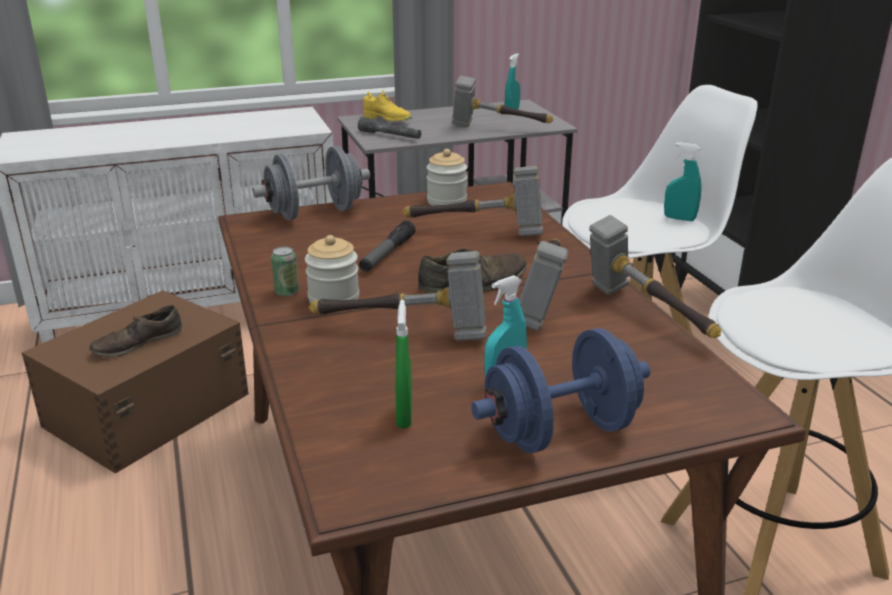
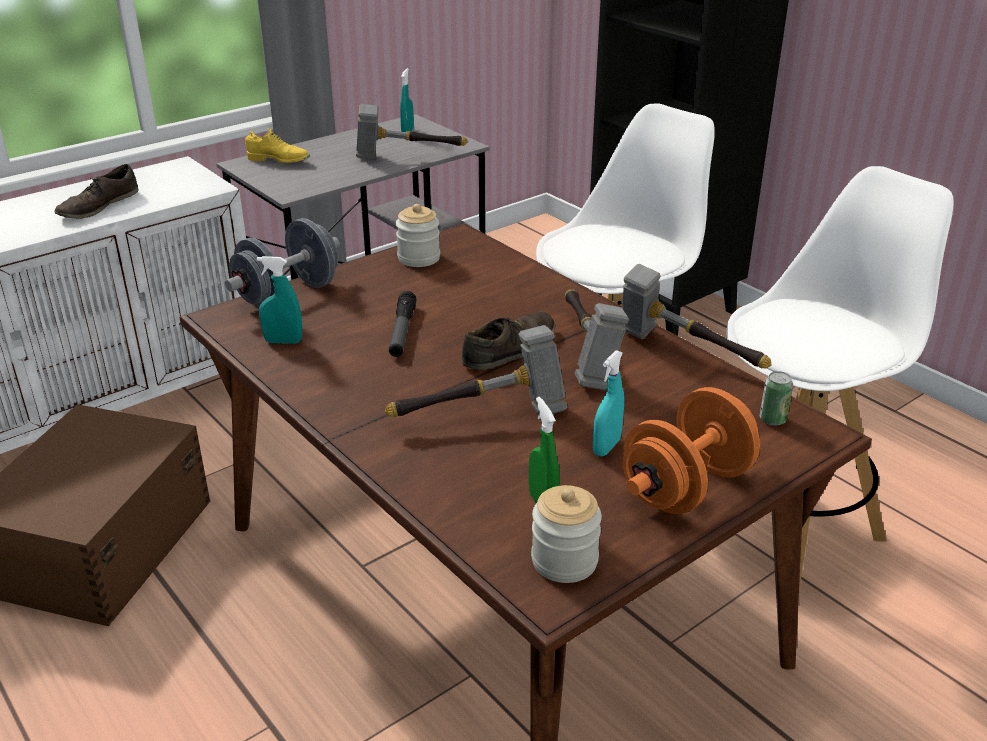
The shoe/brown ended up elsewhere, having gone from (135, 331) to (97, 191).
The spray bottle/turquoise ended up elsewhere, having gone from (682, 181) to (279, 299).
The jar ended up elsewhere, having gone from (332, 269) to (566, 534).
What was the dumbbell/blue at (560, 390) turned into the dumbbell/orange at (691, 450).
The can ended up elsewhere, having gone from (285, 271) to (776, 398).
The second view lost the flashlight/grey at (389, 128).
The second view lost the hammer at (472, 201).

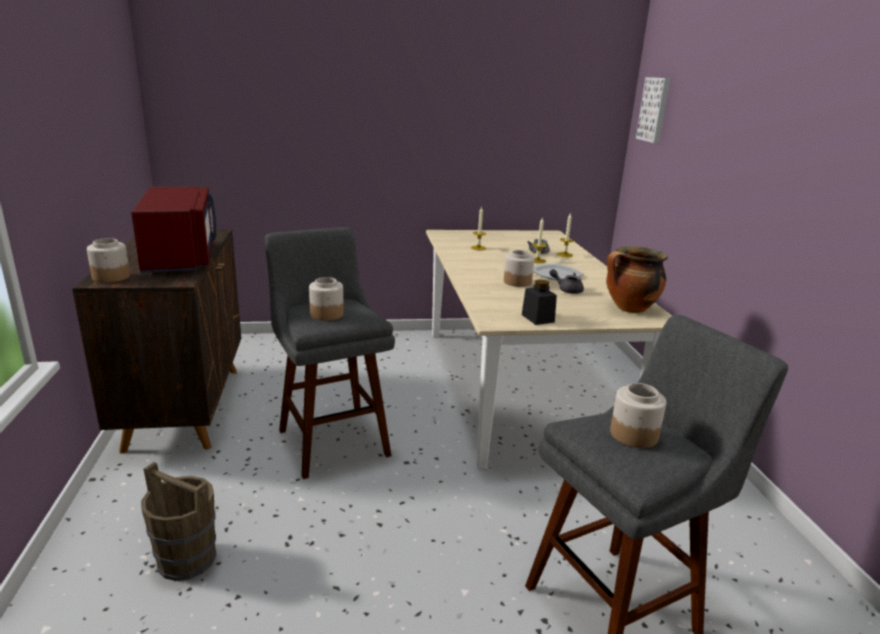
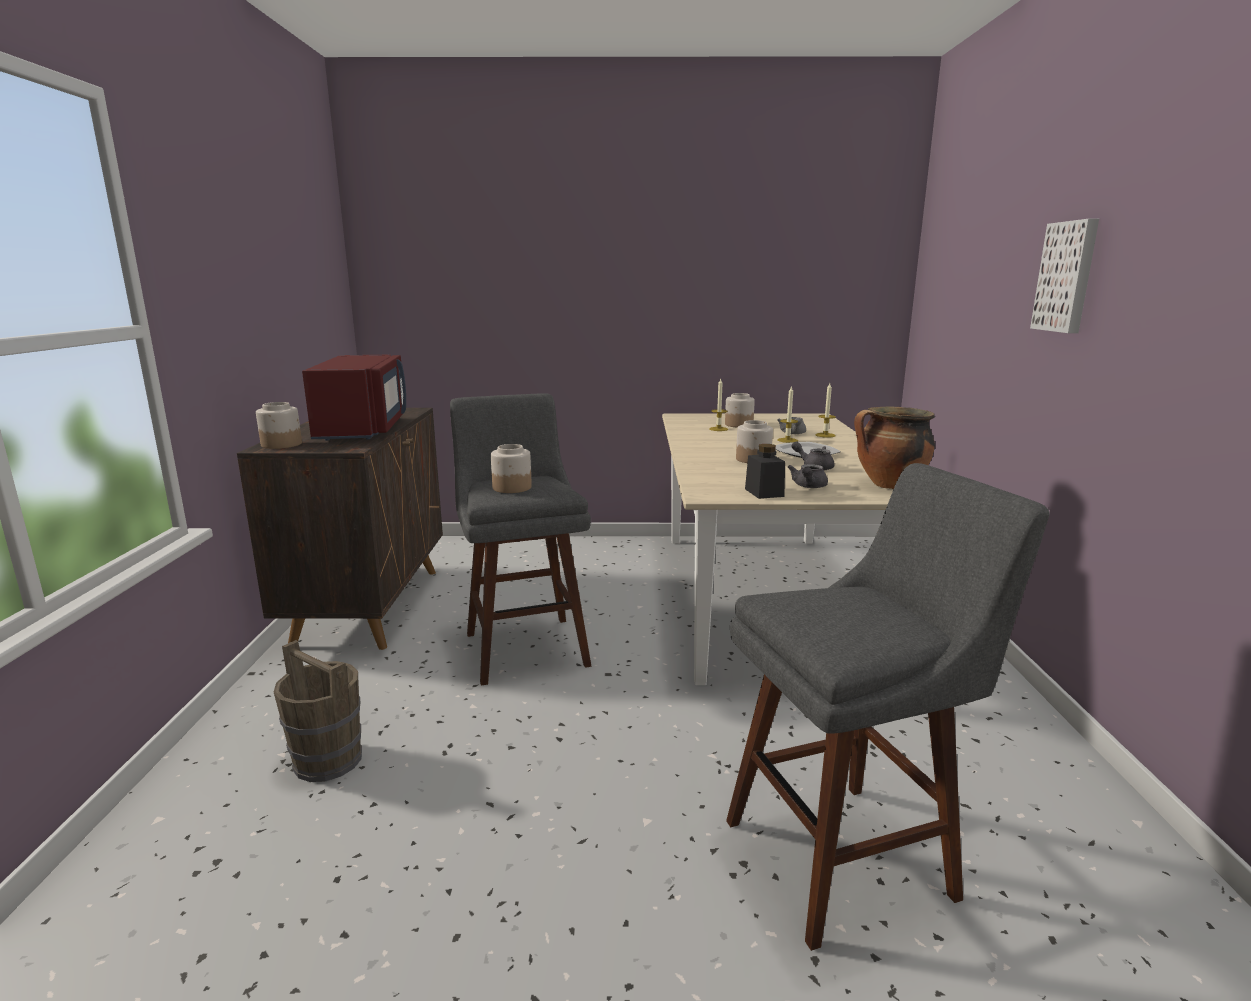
The jar ended up elsewhere, having gone from (638, 415) to (740, 410).
The second view gained the teapot/grey at (808, 476).
The picture ended up elsewhere, having gone from (653, 110) to (1064, 276).

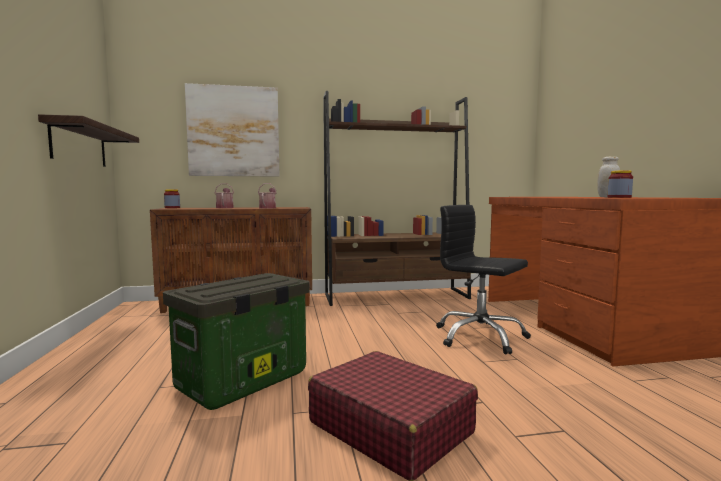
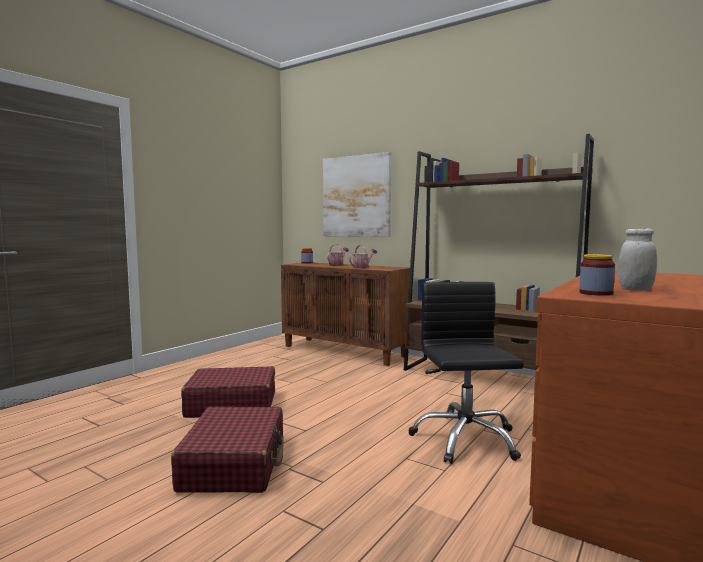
Where the storage box stood at (236, 341), the suitcase/red came to stand at (228, 392).
The second view lost the shelf at (88, 140).

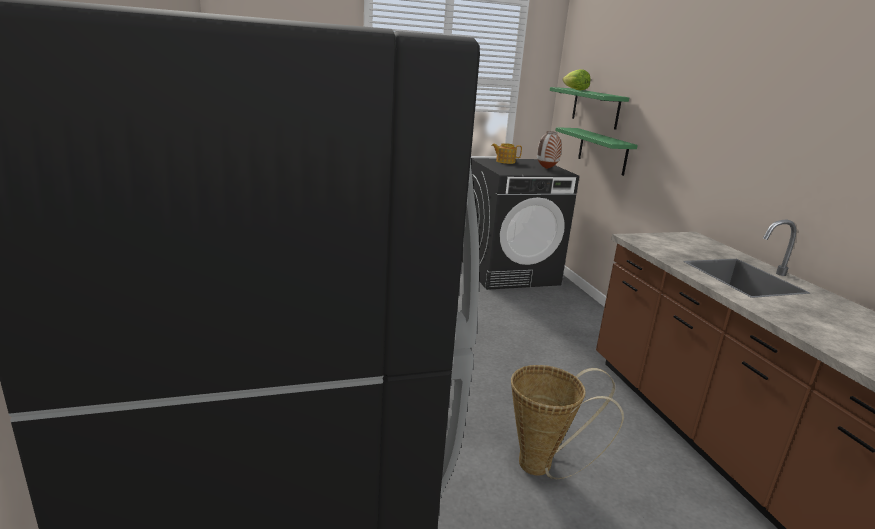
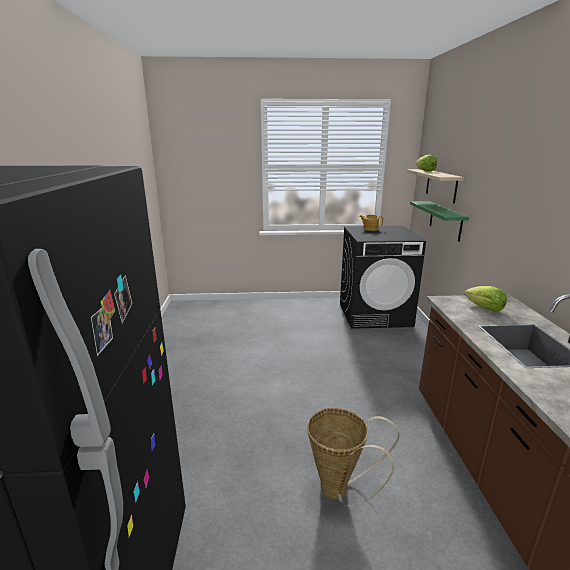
What was the shelf/green at (589, 108) turned into the shelf/beige at (435, 186).
The second view gained the lettuce at (486, 299).
The second view lost the vase at (549, 150).

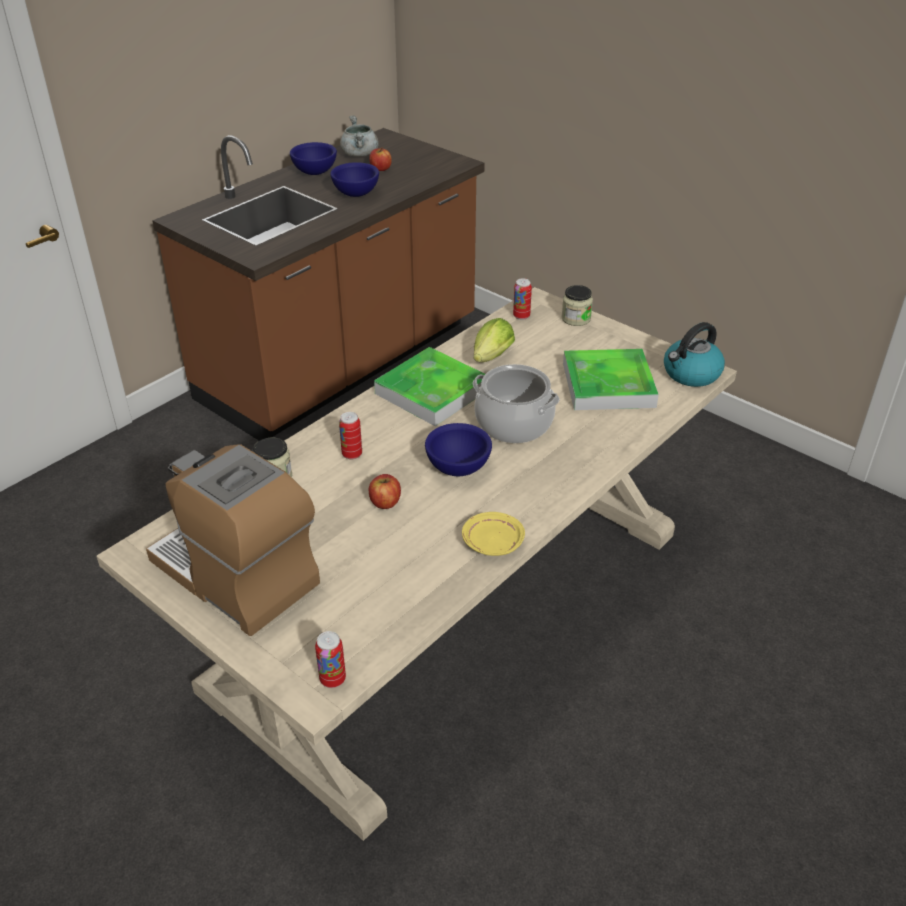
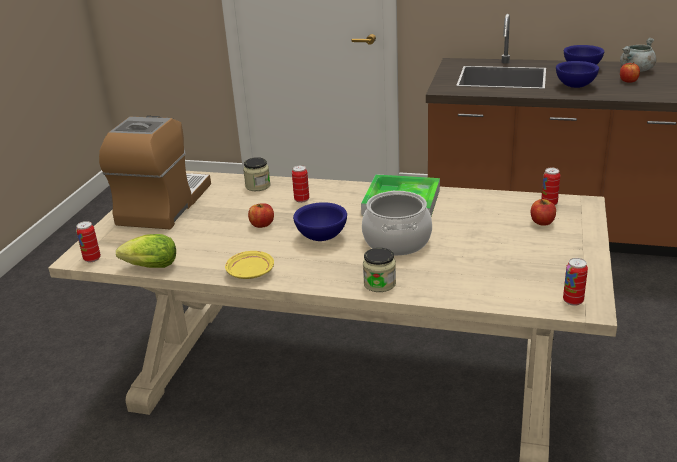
The lettuce ended up elsewhere, having gone from (494, 340) to (146, 251).
The jar ended up elsewhere, having gone from (577, 305) to (379, 270).
The second view gained the apple at (543, 212).
Where the kettle stood at (694, 354), the can came to stand at (575, 282).
The second view lost the tray at (611, 379).

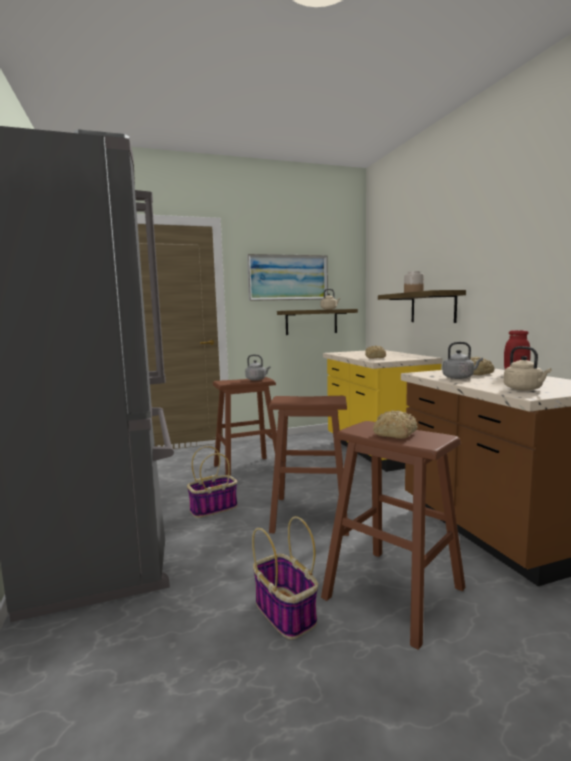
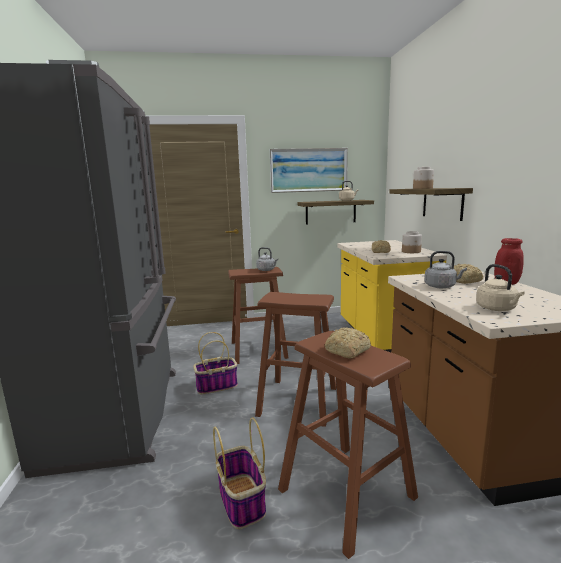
The second view gained the jar at (412, 242).

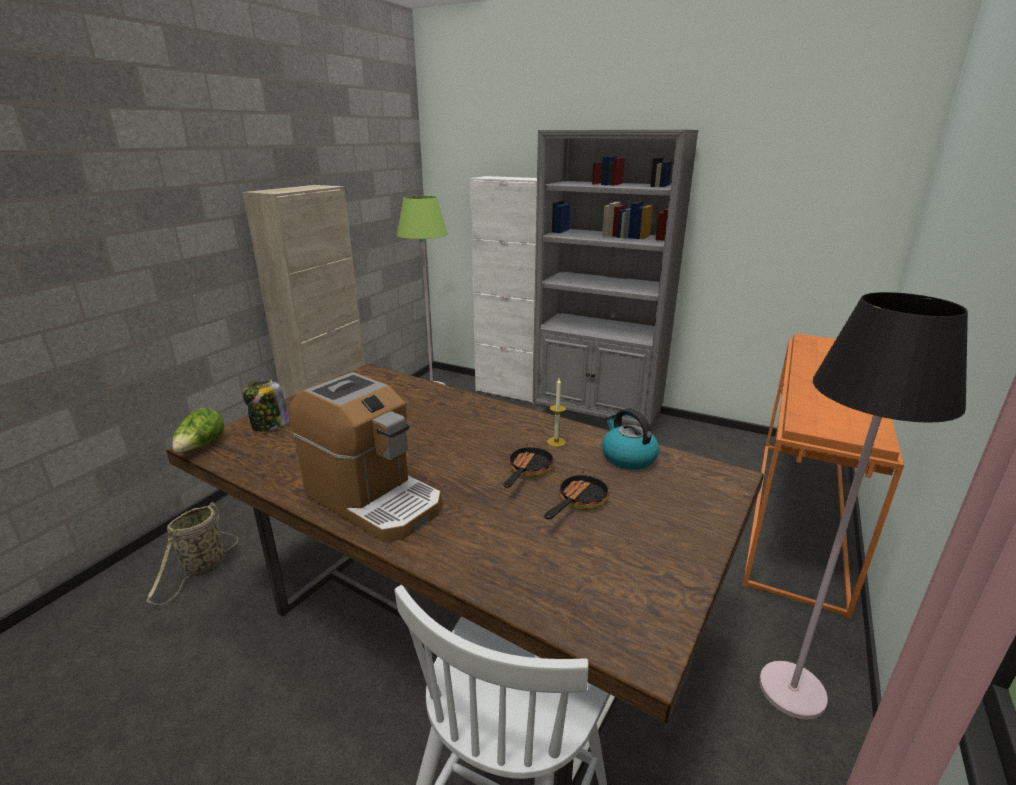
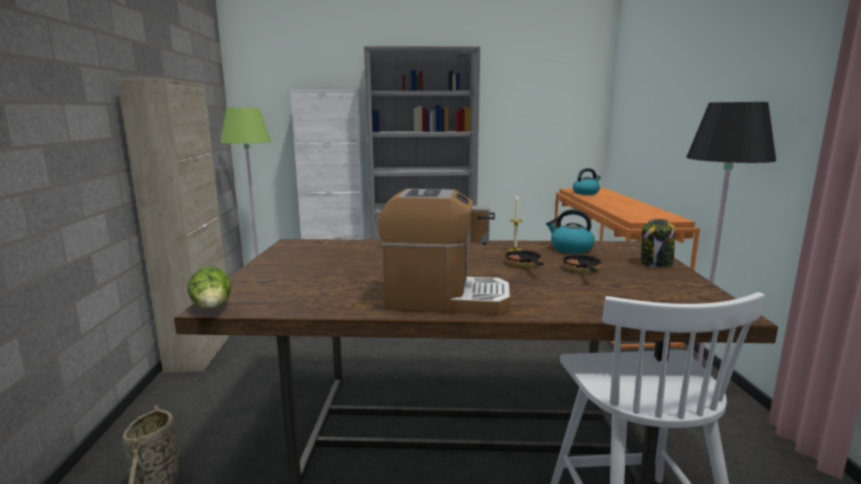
The second view gained the kettle at (587, 181).
The jar ended up elsewhere, having gone from (266, 405) to (658, 243).

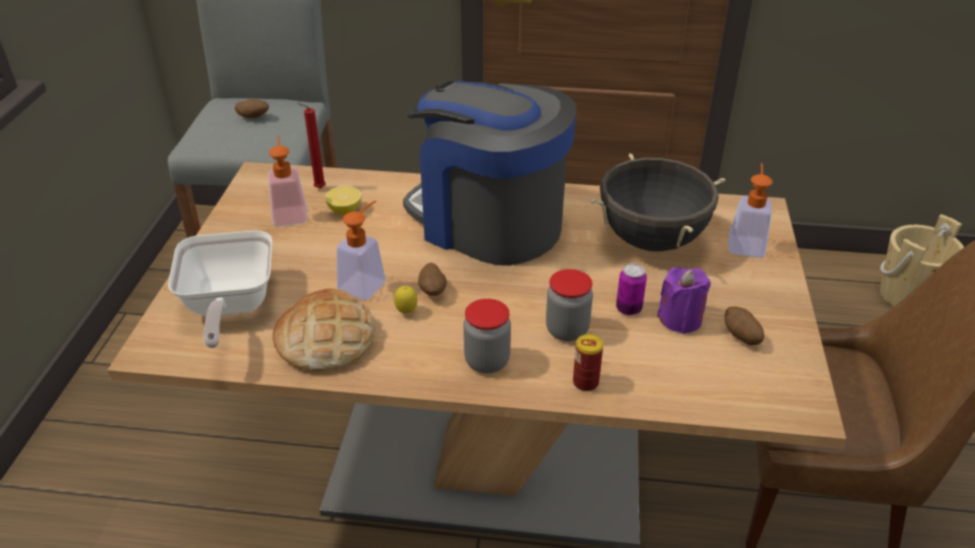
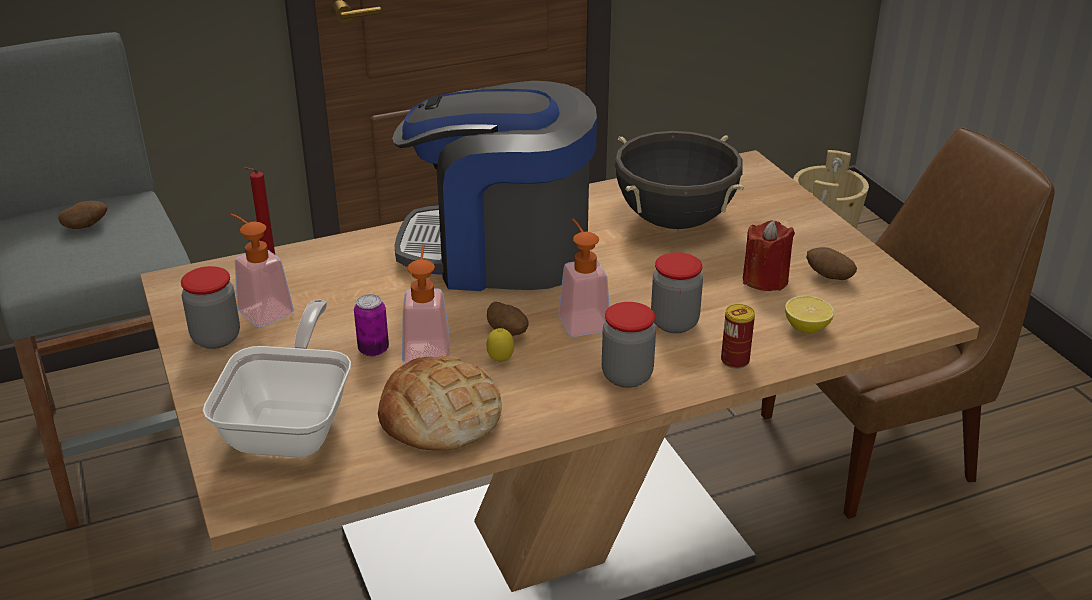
The second view gained the jar at (210, 307).
The frying pan at (220, 289) ended up facing another way, 135 degrees counterclockwise from before.
The can ended up elsewhere, having gone from (631, 289) to (371, 325).
The soap dispenser ended up elsewhere, having gone from (750, 210) to (583, 278).
What was the candle/purple at (684, 300) turned into the candle/red at (769, 255).
The lemon ended up elsewhere, having gone from (343, 200) to (809, 314).

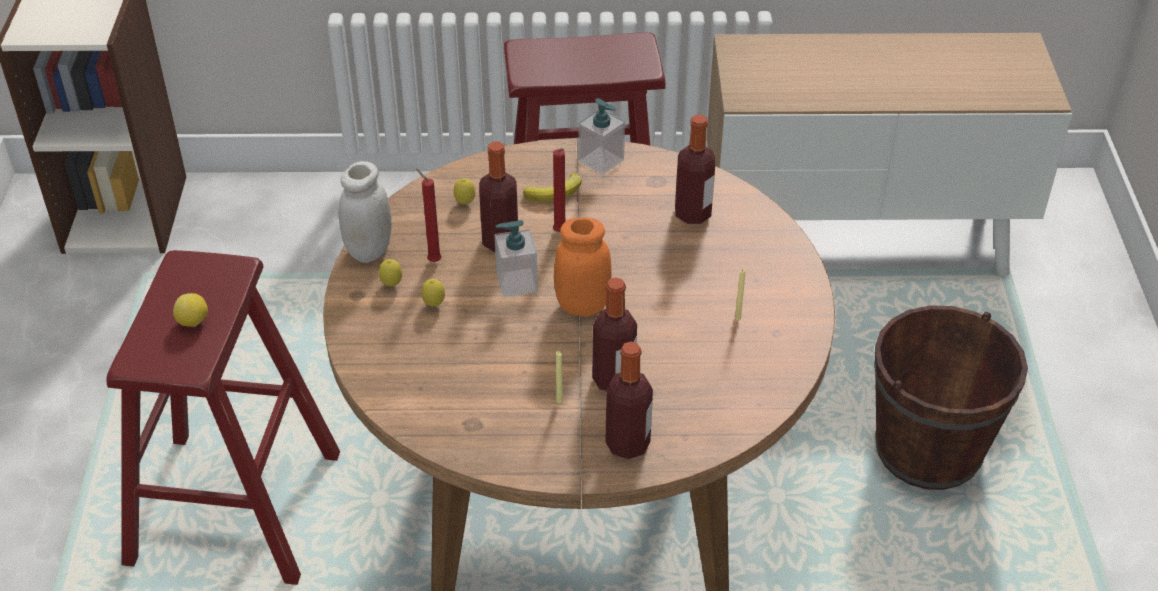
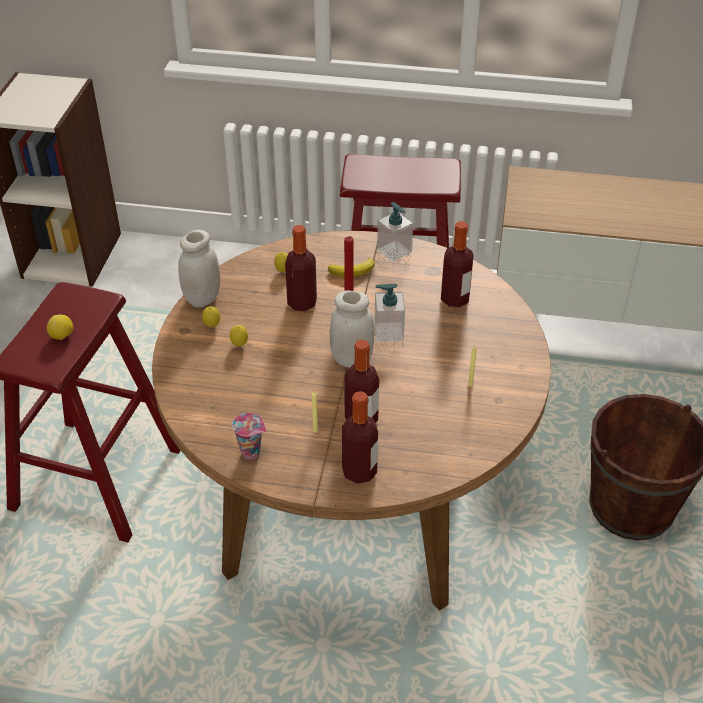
The second view gained the cup at (249, 436).
What was the jar/orange at (583, 267) turned into the jar/white at (352, 329).
The soap dispenser ended up elsewhere, having gone from (516, 258) to (389, 312).
The second view lost the candle/red at (429, 215).

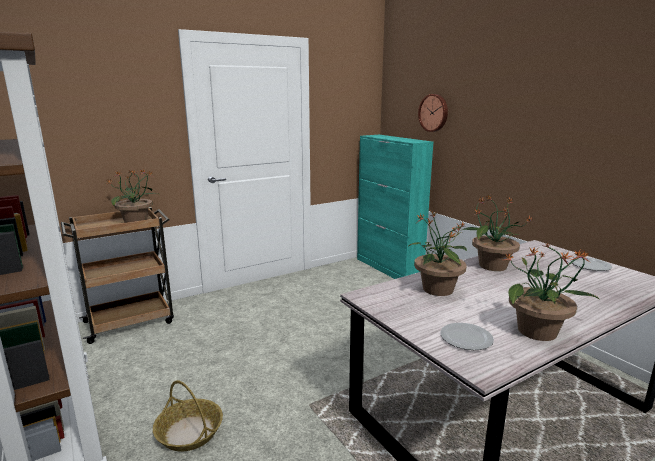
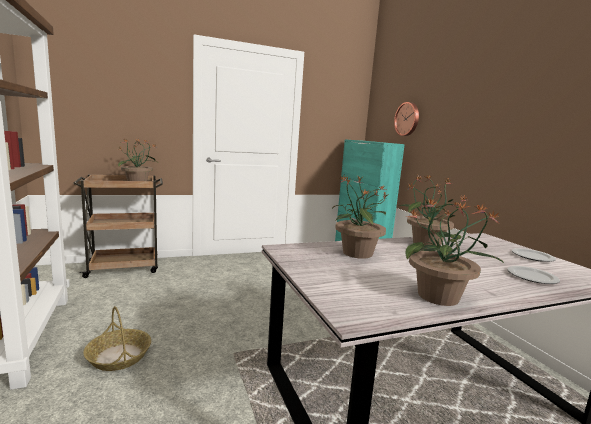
The plate ended up elsewhere, having gone from (467, 336) to (533, 275).

